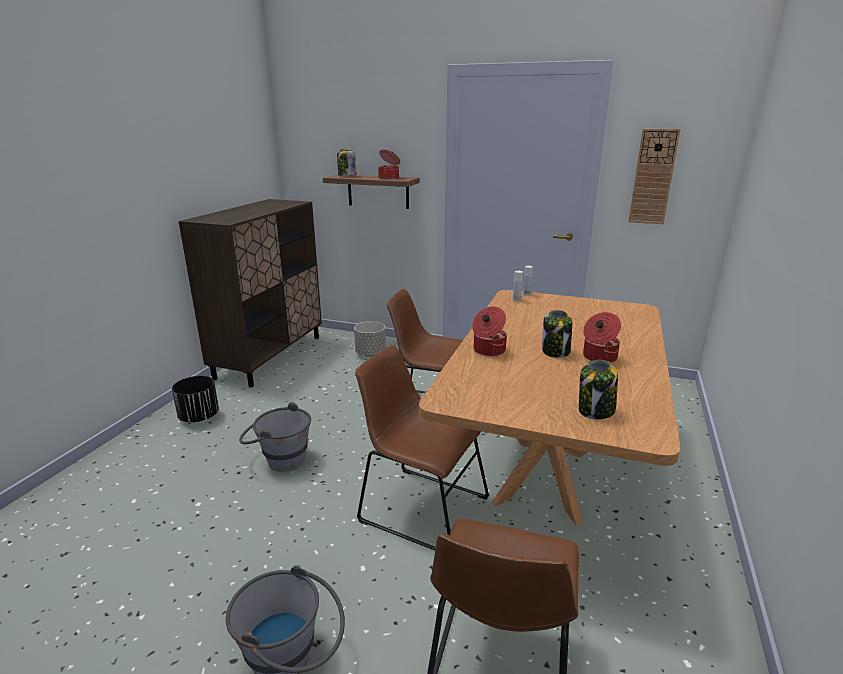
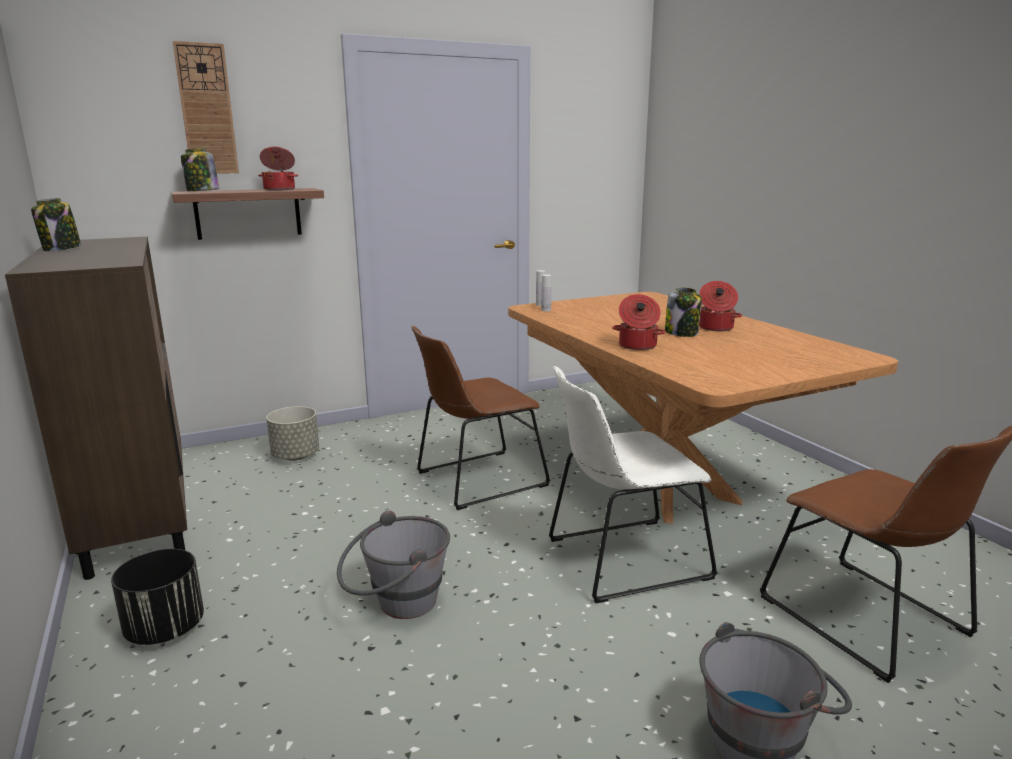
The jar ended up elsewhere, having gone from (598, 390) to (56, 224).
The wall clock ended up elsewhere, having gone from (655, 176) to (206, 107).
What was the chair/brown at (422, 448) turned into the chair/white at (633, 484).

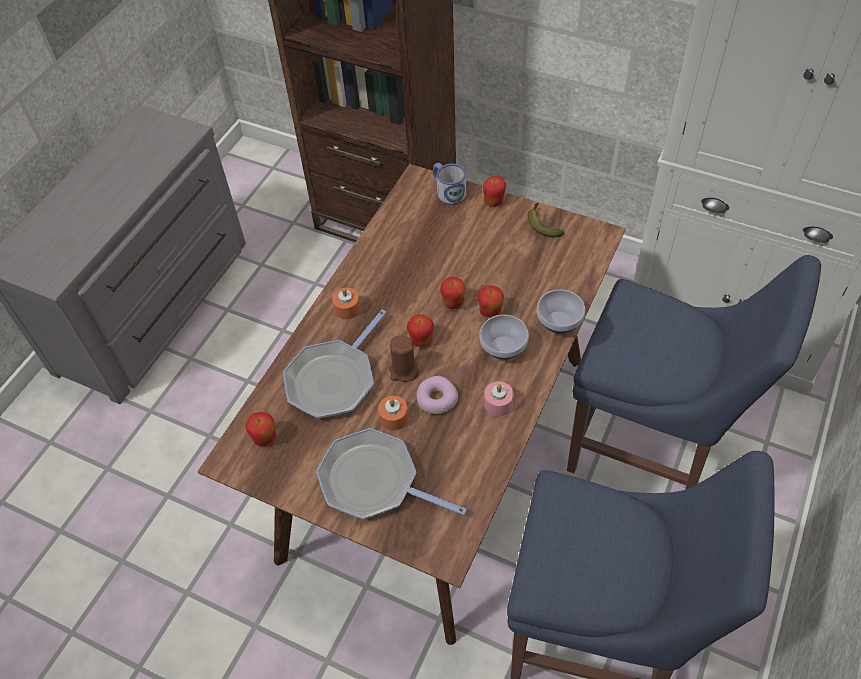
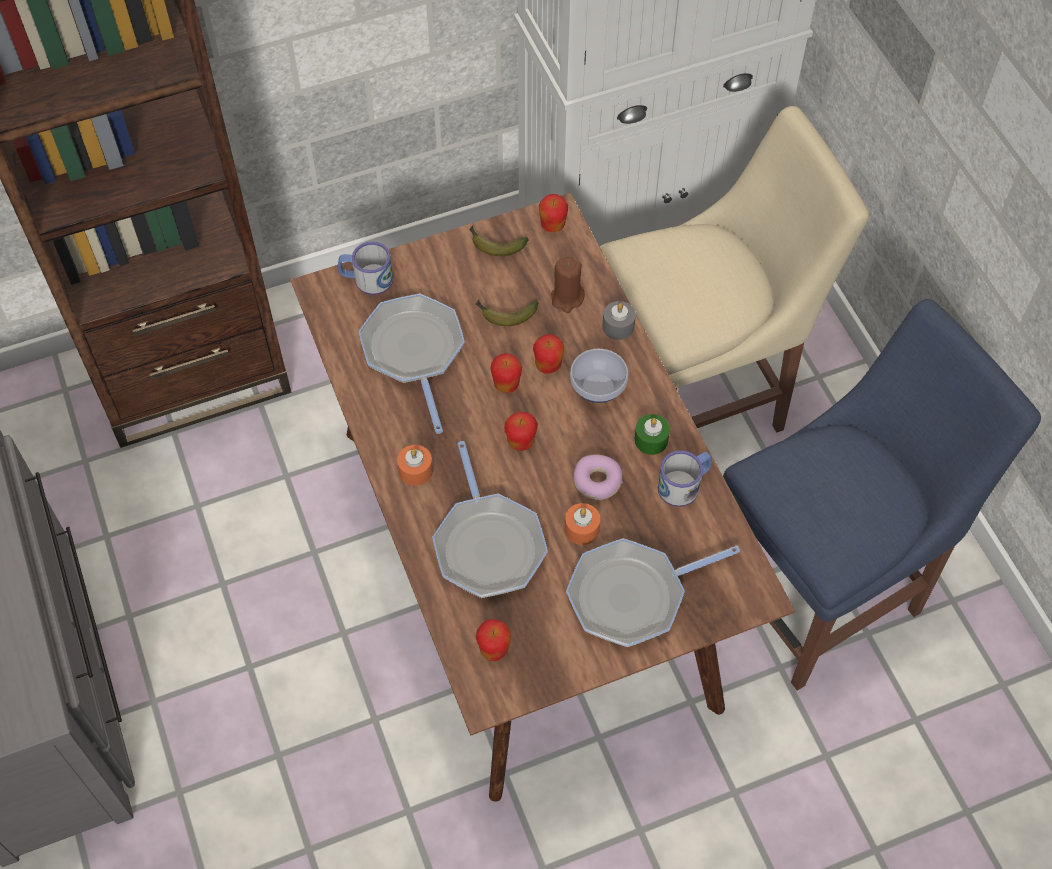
The second view gained the frying pan at (412, 364).
The second view gained the banana at (507, 313).
The apple ended up elsewhere, having gone from (494, 191) to (553, 213).
The candle/brown ended up elsewhere, having gone from (404, 358) to (568, 284).
What was the chair/blue at (694, 372) turned into the chair/beige at (734, 269).
Where the bowl stood at (561, 311), the candle/grey came to stand at (619, 320).
What was the candle/pink at (499, 398) turned into the candle/green at (652, 434).
The second view gained the mug at (685, 478).

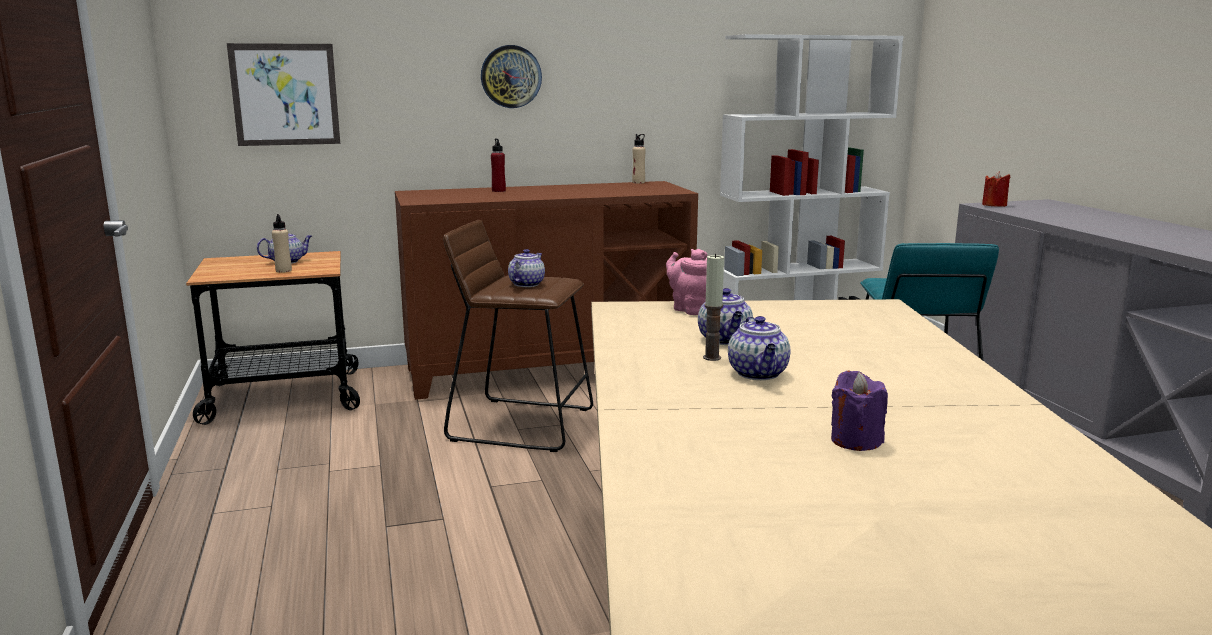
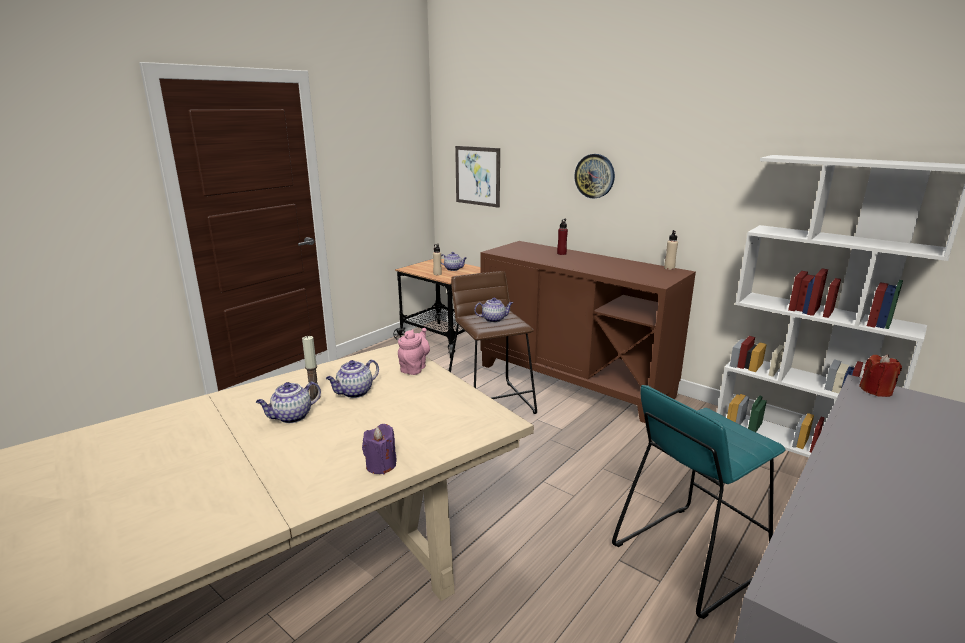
The candle/purple ended up elsewhere, having gone from (859, 411) to (379, 449).

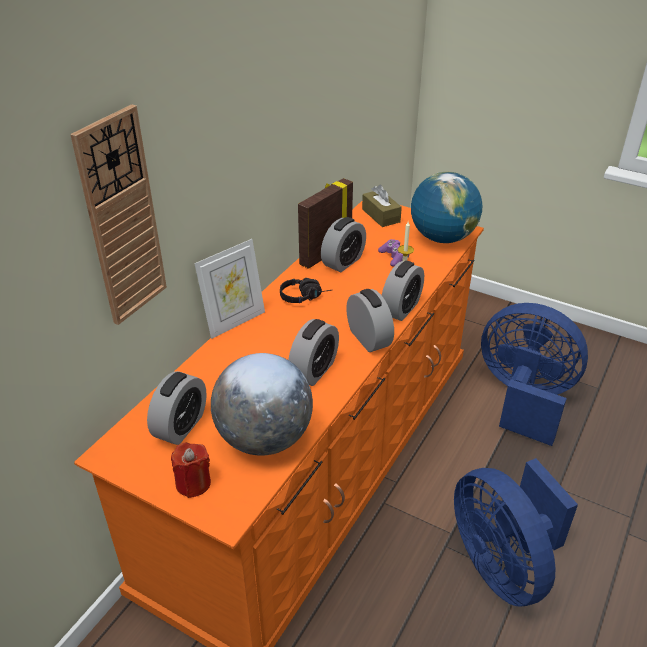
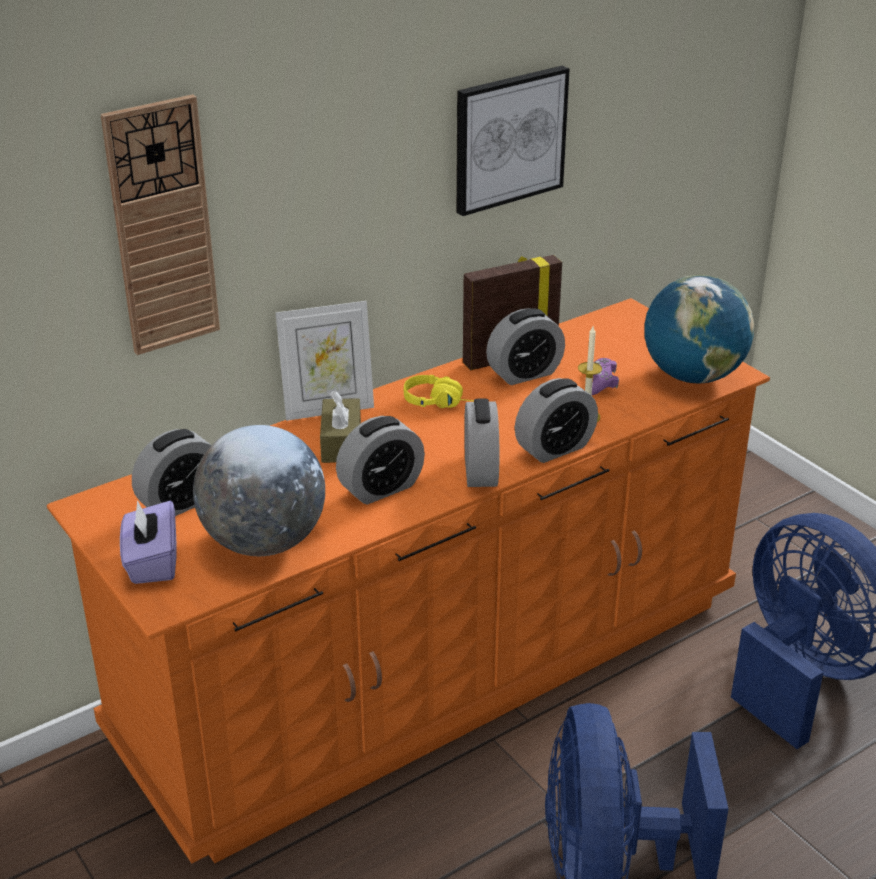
Where the candle/red stood at (191, 470), the tissue box/purple came to stand at (148, 542).
The tissue box/brown ended up elsewhere, having gone from (382, 206) to (340, 426).
What was the headphones/black at (306, 290) turned into the headphones/yellow at (439, 391).
The second view gained the picture at (512, 141).

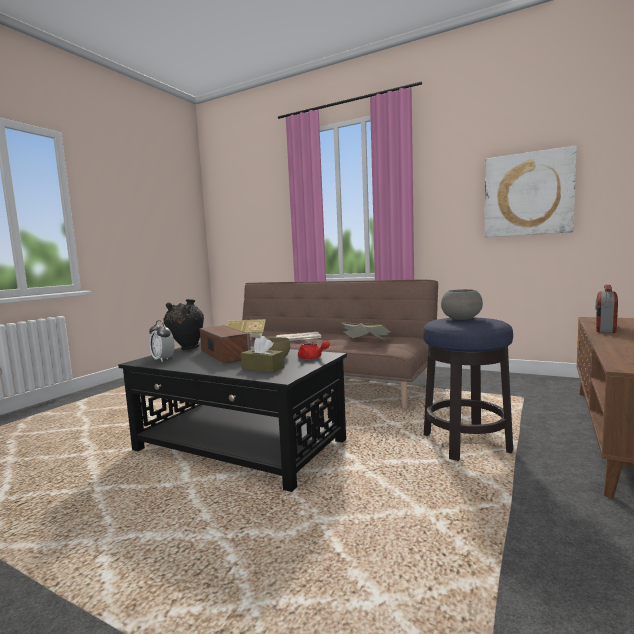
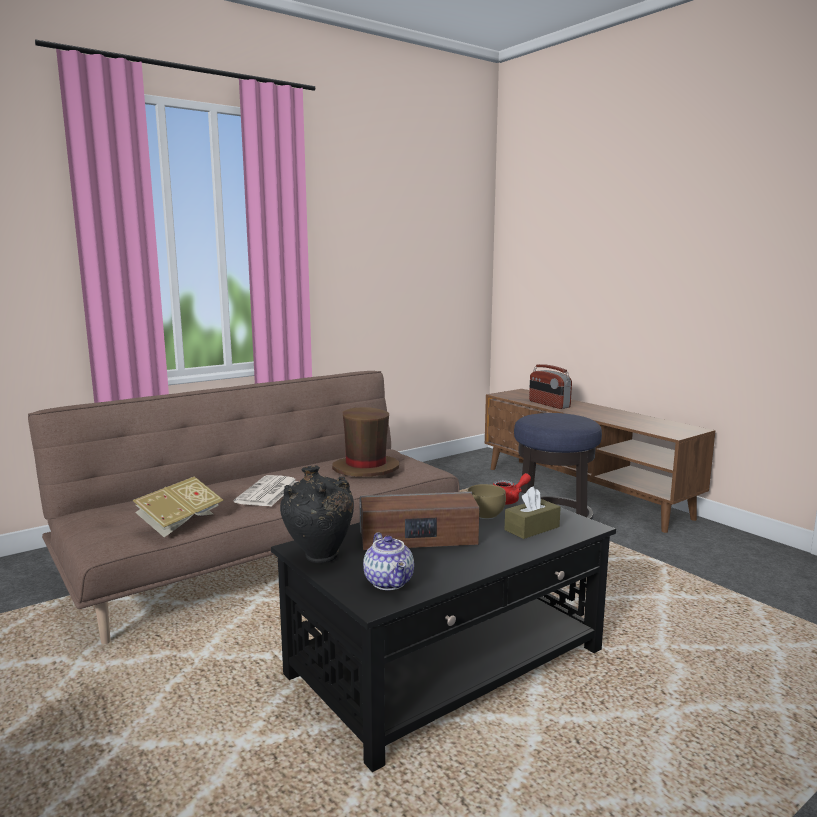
Where the book stood at (366, 331), the hat/brown came to stand at (365, 442).
Where the alarm clock stood at (161, 341), the teapot came to stand at (388, 561).
The second view lost the bowl/grey at (462, 304).
The second view lost the picture at (531, 191).

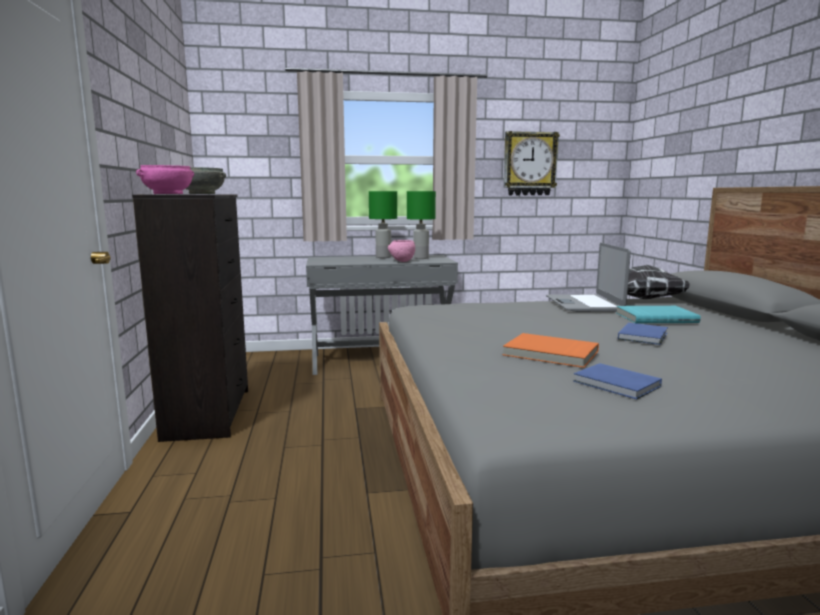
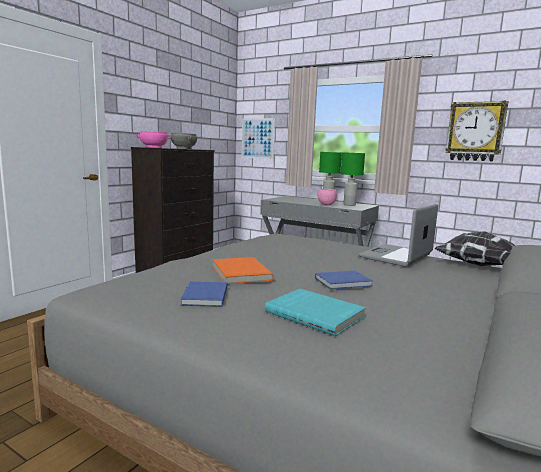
The second view gained the picture at (258, 138).
The book/turquoise ended up elsewhere, having gone from (658, 314) to (315, 312).

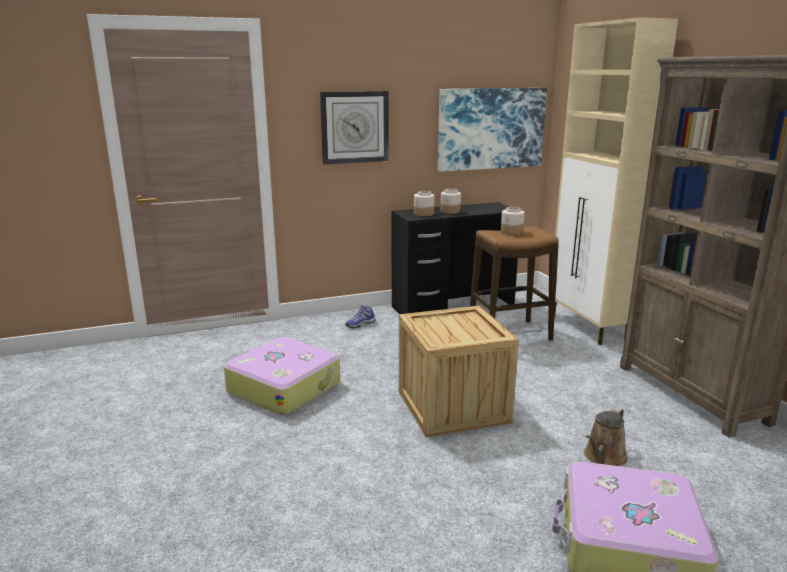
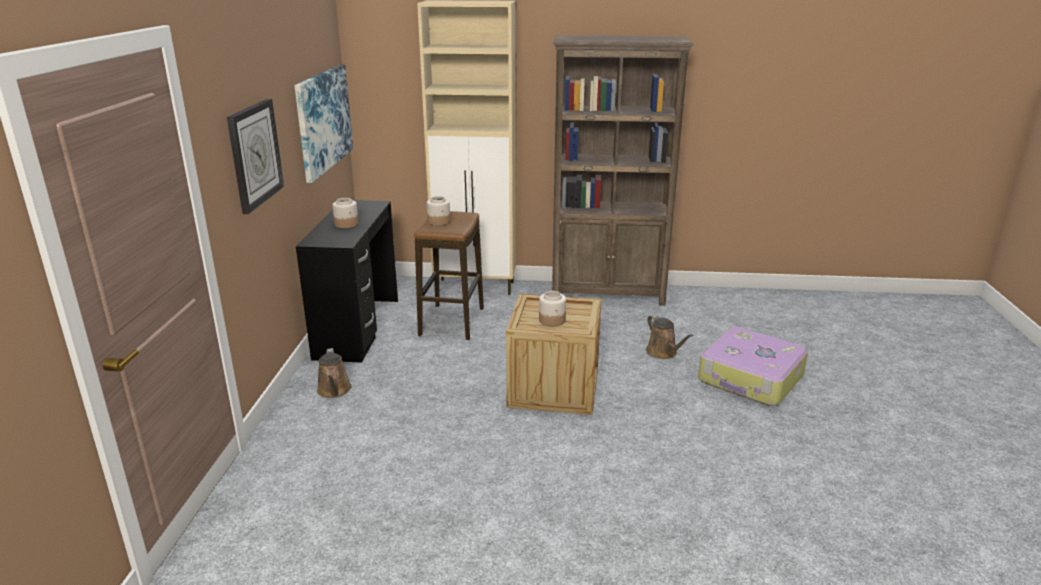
Where the shoe stood at (360, 317), the watering can/brown came to stand at (334, 373).
The jar ended up elsewhere, having gone from (424, 203) to (552, 309).
The second view lost the suitcase at (282, 376).

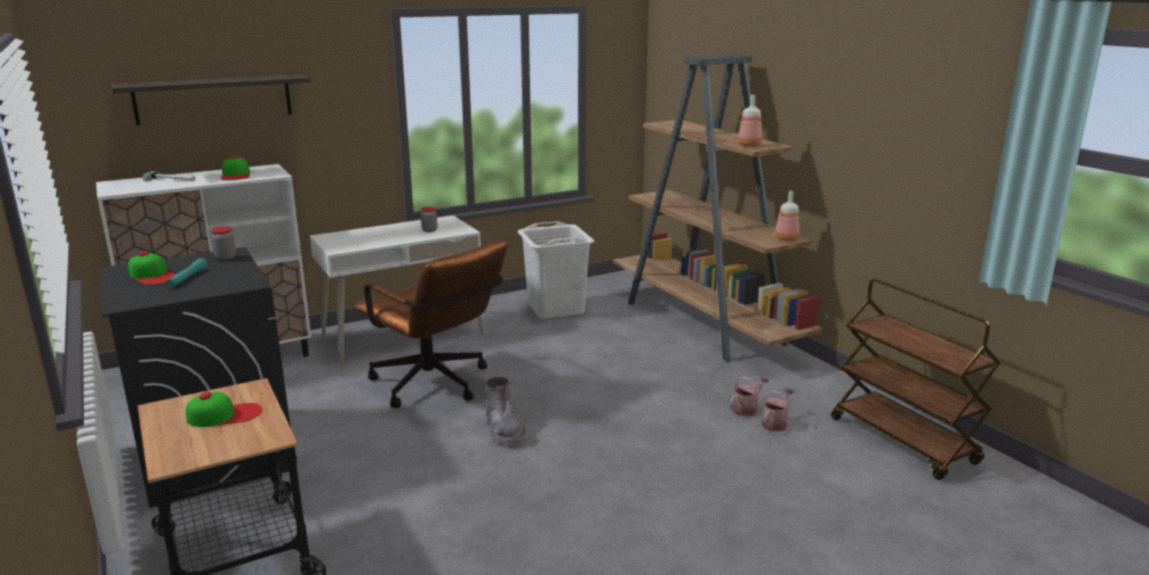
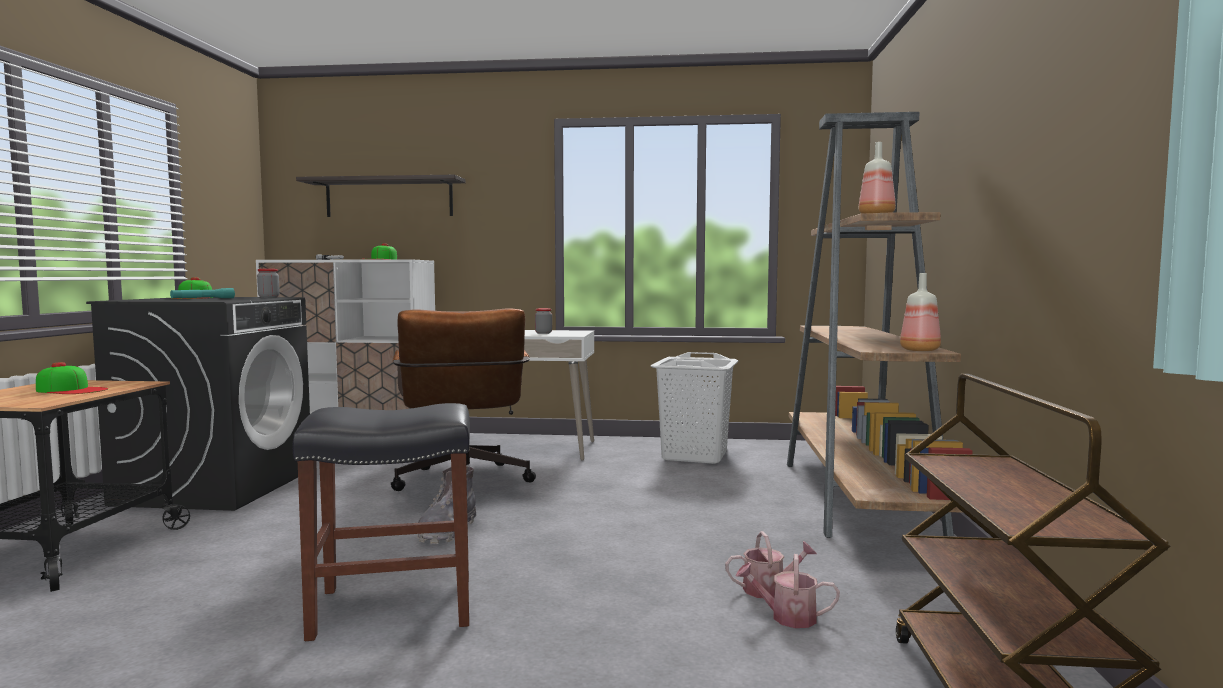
The second view gained the stool/black at (381, 522).
The watering can at (777, 409) ended up facing another way, 150 degrees counterclockwise from before.

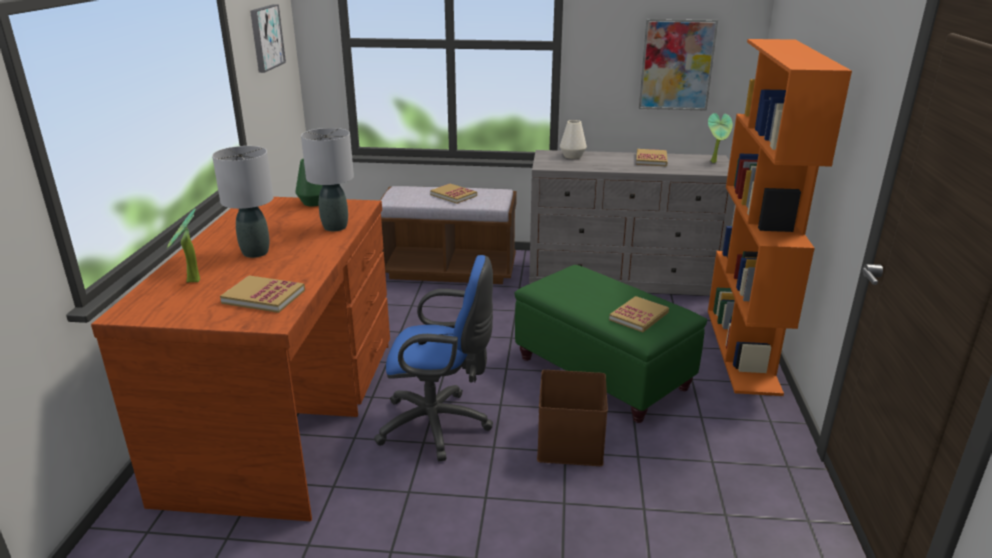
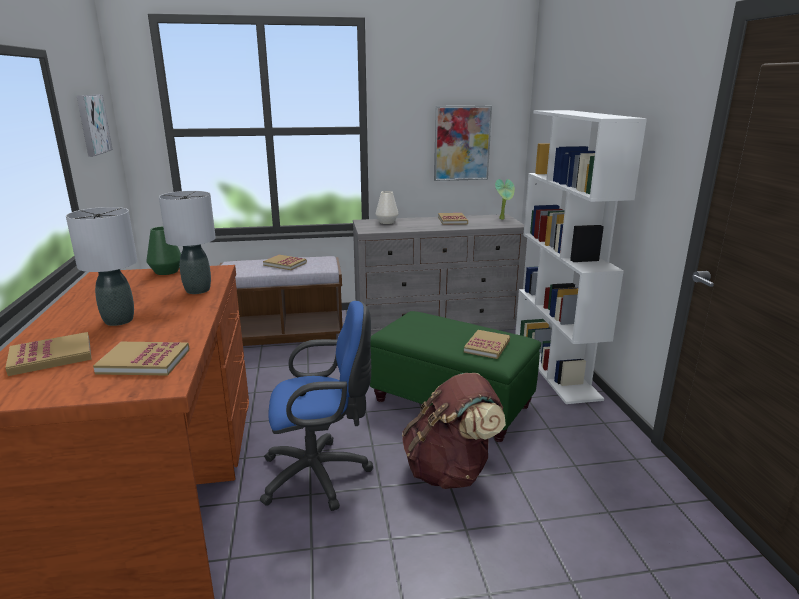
Where the potted plant stood at (183, 246), the book came to stand at (48, 354).
Where the storage box/brown stood at (572, 418), the backpack/brown came to stand at (454, 431).
What was the bookcase/orange at (780, 217) turned into the bookcase/white at (581, 257).

